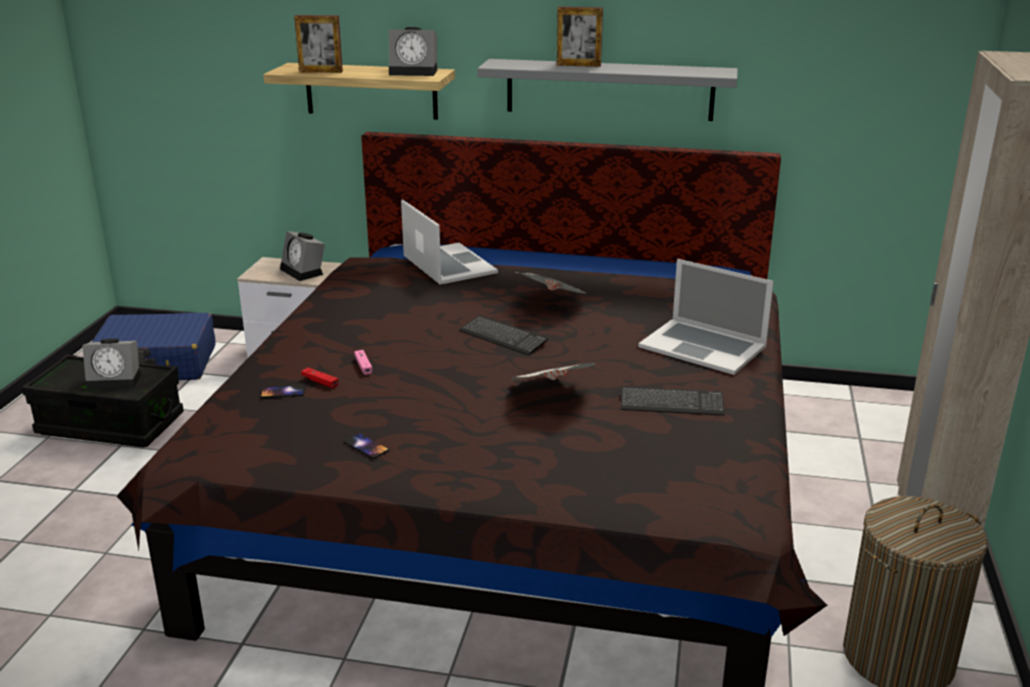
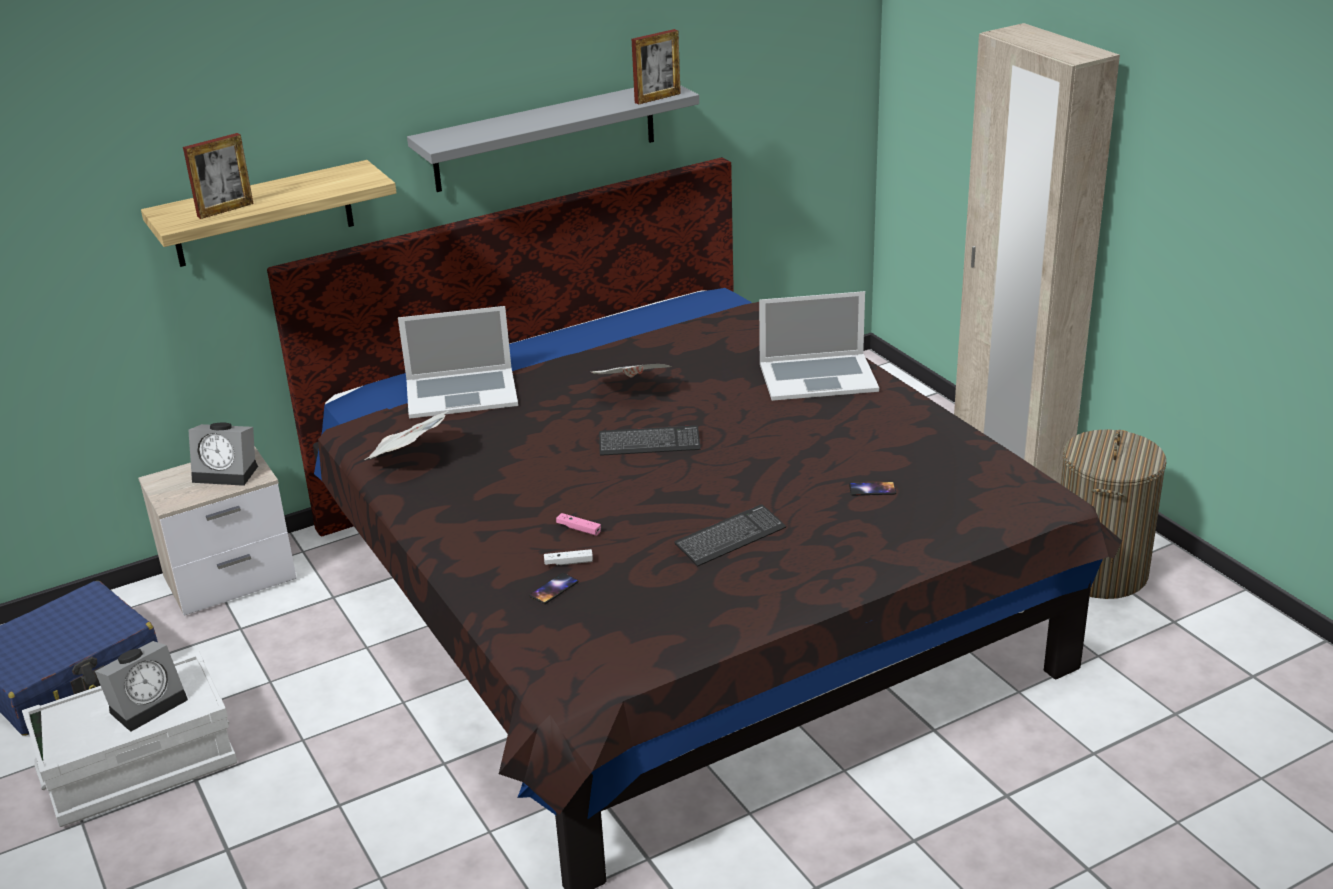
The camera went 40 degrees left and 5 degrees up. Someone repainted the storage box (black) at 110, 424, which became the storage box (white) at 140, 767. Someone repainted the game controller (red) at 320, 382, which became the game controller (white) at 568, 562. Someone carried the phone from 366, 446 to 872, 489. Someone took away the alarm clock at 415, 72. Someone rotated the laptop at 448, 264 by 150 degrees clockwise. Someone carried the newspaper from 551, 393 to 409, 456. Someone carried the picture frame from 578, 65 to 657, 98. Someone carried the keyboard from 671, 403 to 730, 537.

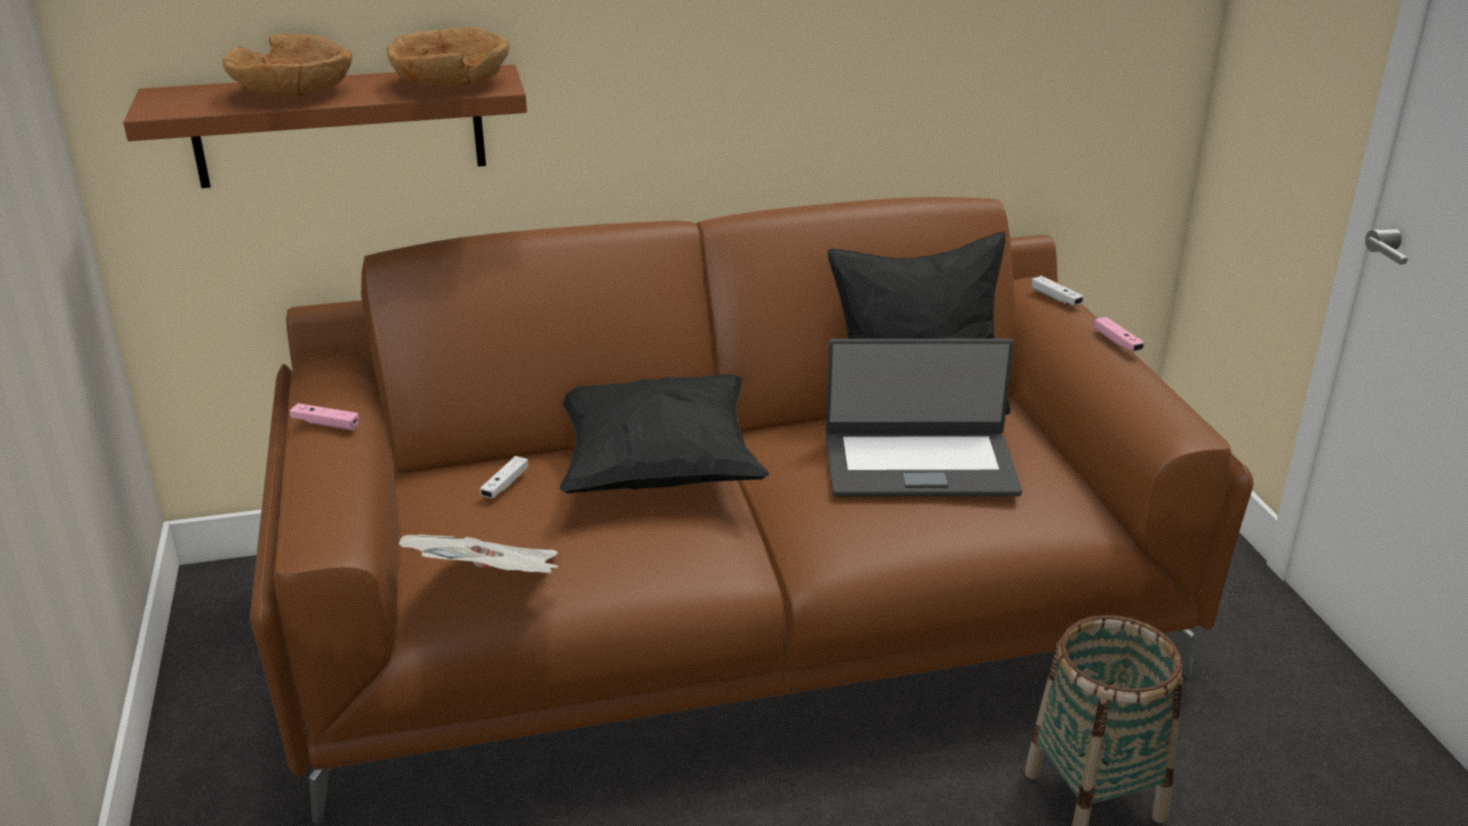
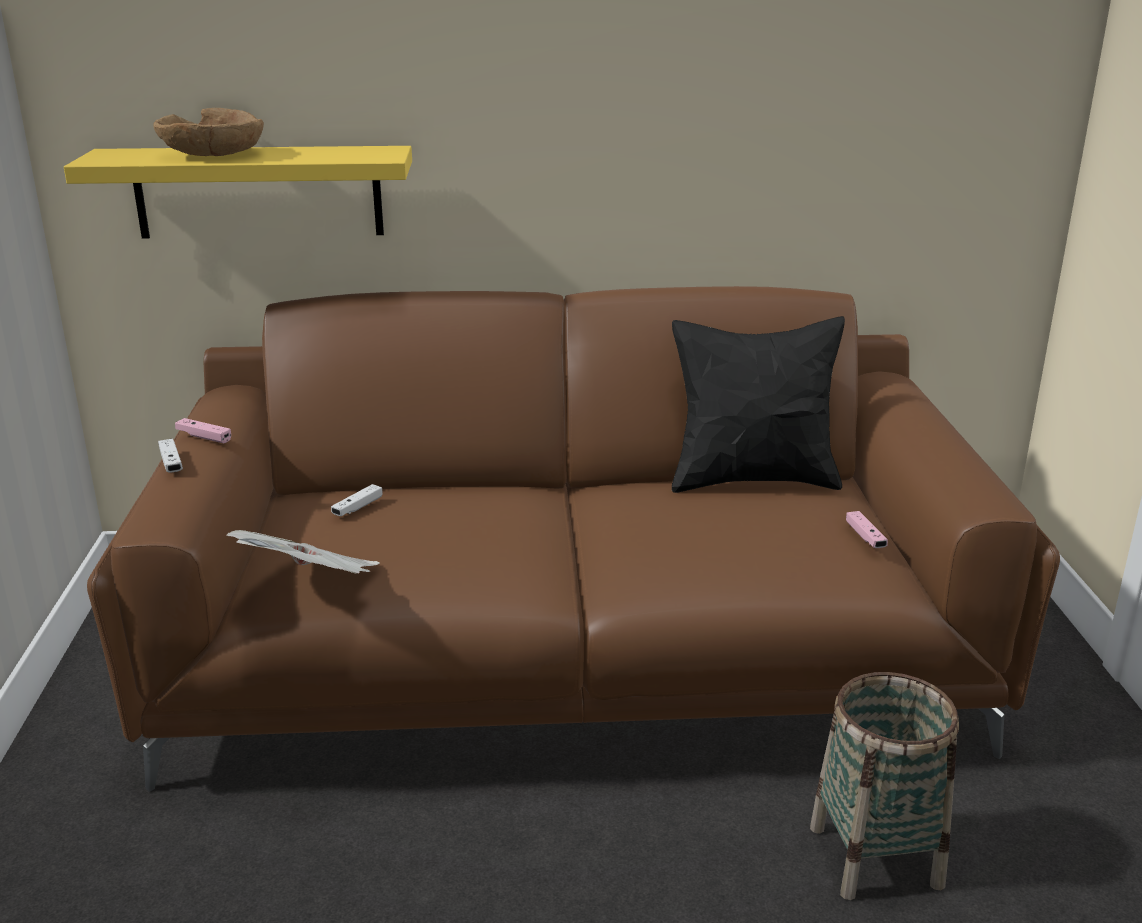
The camera went 10 degrees right and 5 degrees down. Someone repainted the shelf (brown) at 339, 126, which became the shelf (yellow) at 258, 192. Someone took away the bowl (brown) at 450, 83. Someone took away the pillow (black) at 658, 470. Someone took away the laptop at 919, 464. Someone carried the game controller (white) from 1056, 298 to 171, 463. Someone carried the game controller (pink) from 1117, 342 to 865, 537.

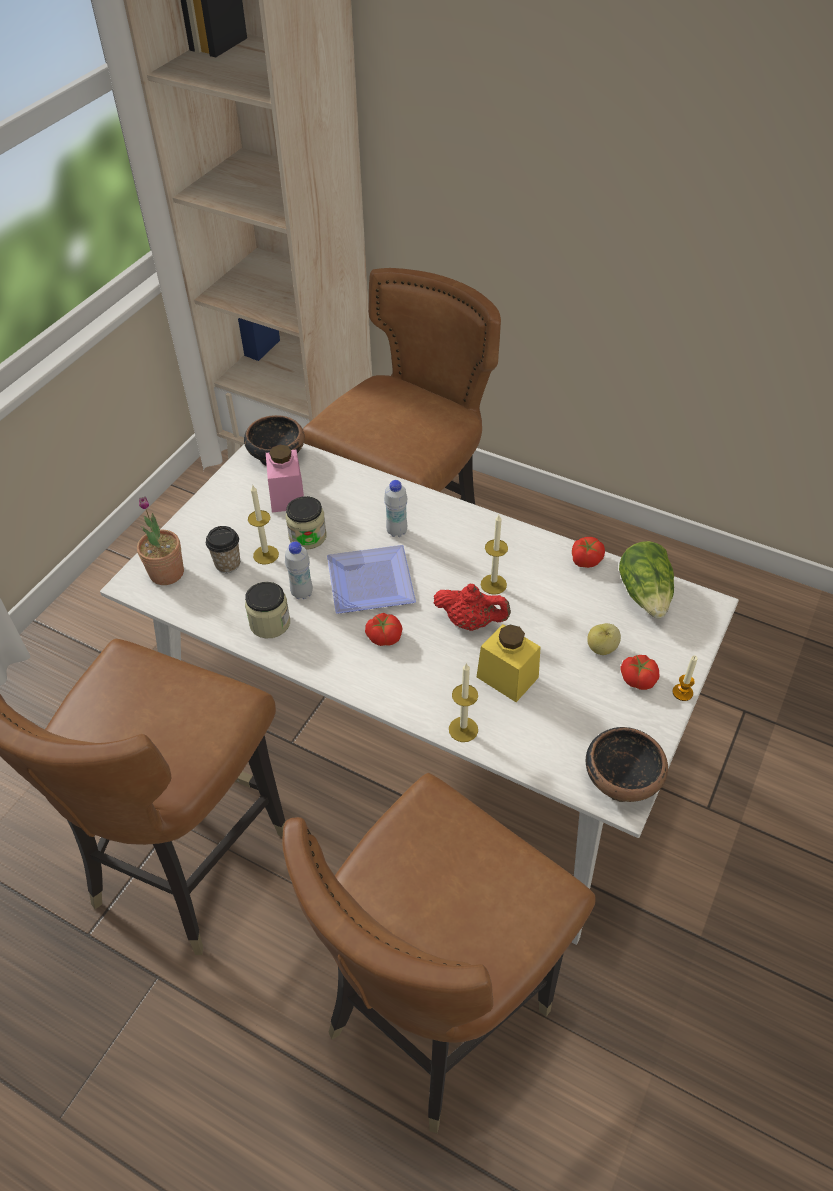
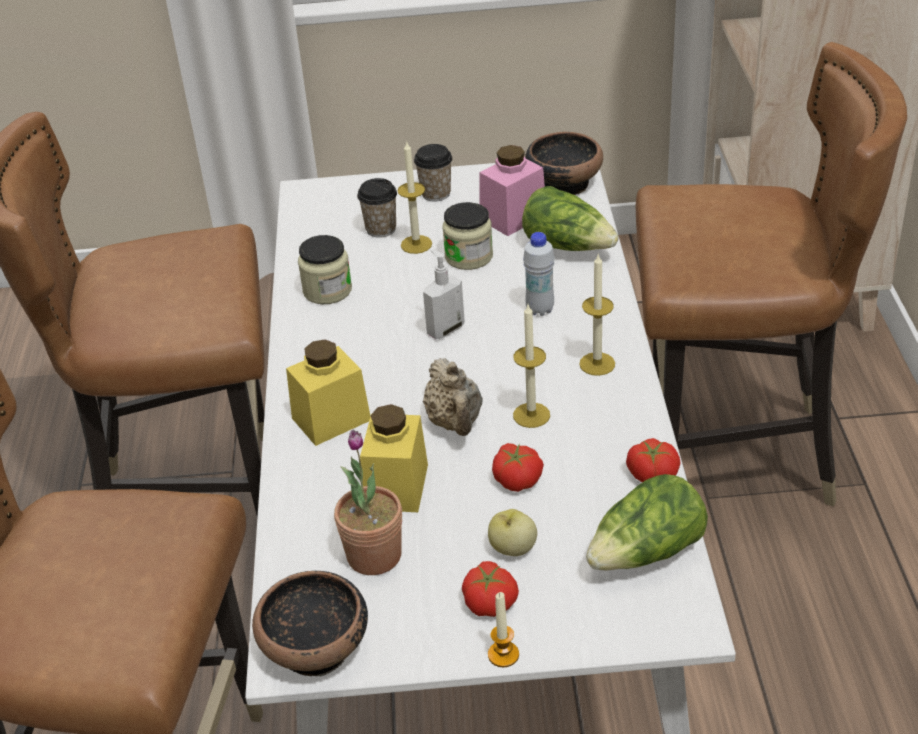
The camera went 60 degrees right and 10 degrees down. Someone carried the potted plant from 166, 573 to 374, 555. Someone took away the bottle (white) at 302, 593. Someone swapped the plate at 374, 584 for the soap dispenser at 445, 329. Someone carried the tomato from 384, 636 to 518, 479. Someone repainted the teapot (red) at 471, 622, which became the teapot (beige) at 455, 423. Someone carried the candle from 463, 729 to 597, 364. Someone put down the jar (yellow) at 331, 419. Someone put down the cup at 436, 193. Someone put down the lettuce at 568, 246.

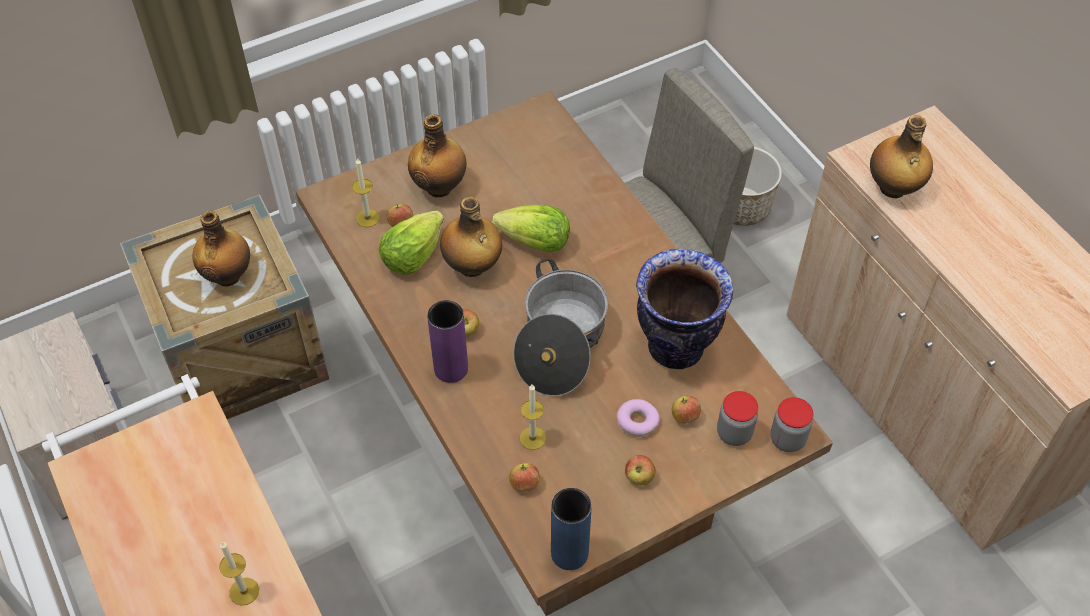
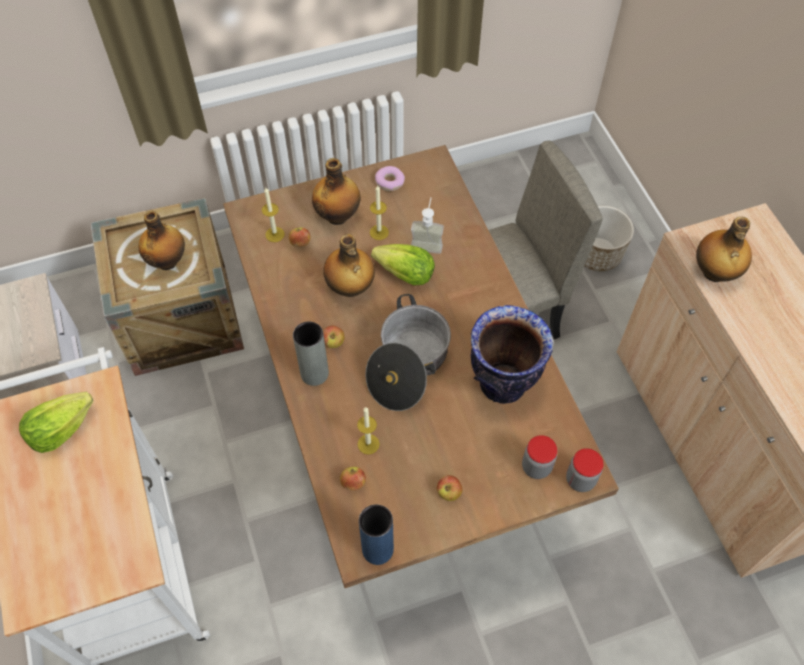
The camera went 10 degrees right and 5 degrees up. Someone carried the candle from 244, 591 to 379, 232. Someone carried the lettuce from 412, 256 to 60, 430. Someone repainted the vase (purple) at 451, 369, which became the vase (grey) at 314, 373. Someone carried the donut from 637, 422 to 389, 182. Someone took away the apple at 684, 417. Someone put down the soap dispenser at 427, 242.

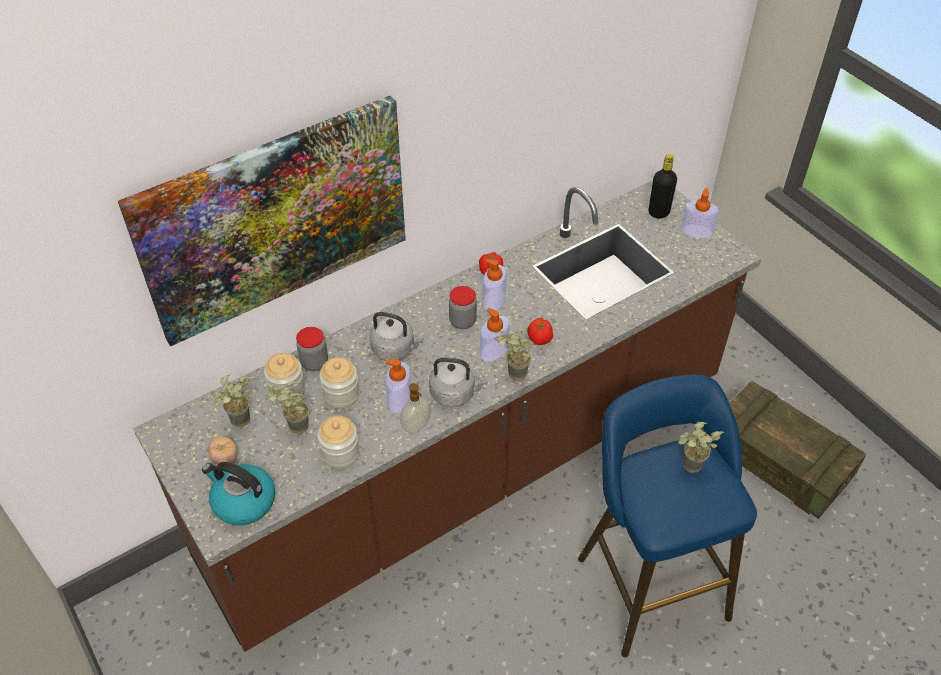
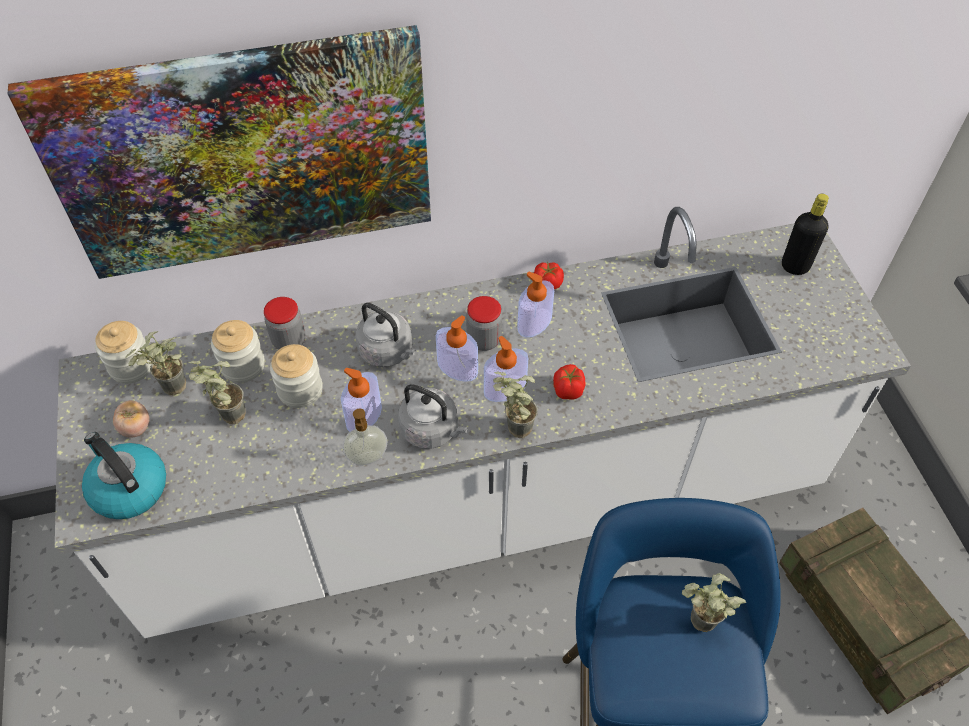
The camera went 20 degrees right and 5 degrees up. Someone repainted the counter (brown) at 470, 468, which became the counter (white) at 483, 504. Someone carried the jar from 340, 453 to 131, 366. Someone carried the soap dispenser from 696, 231 to 457, 368.

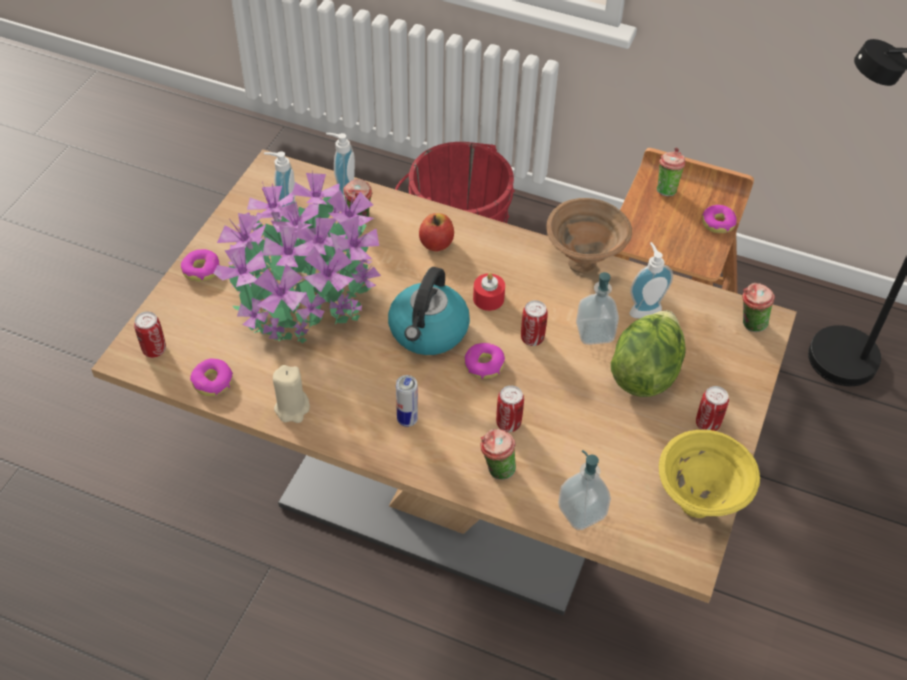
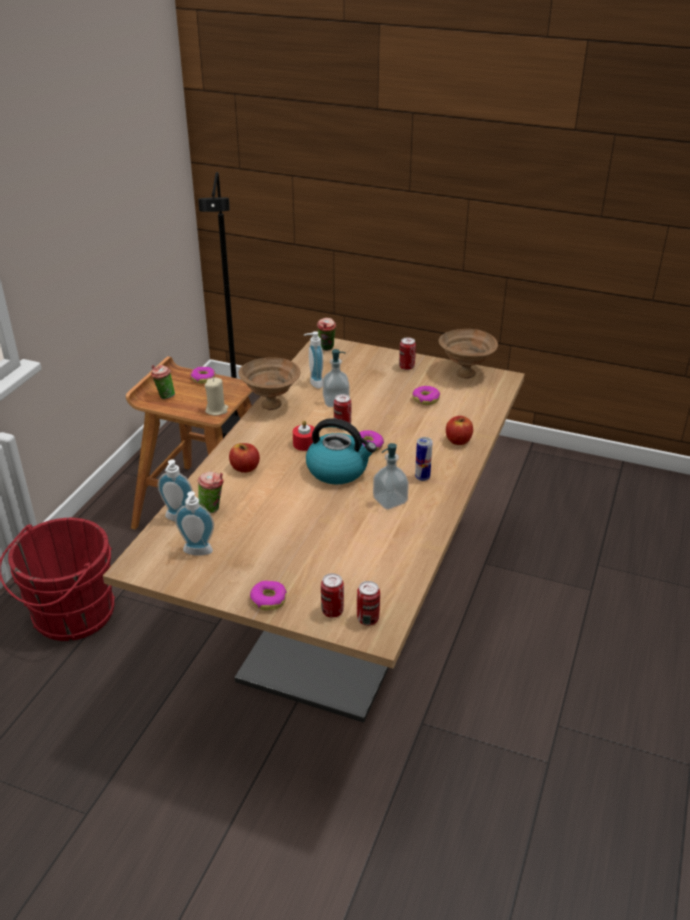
The camera went 90 degrees left and 15 degrees down. Someone carried the donut from 212, 382 to 426, 399. Someone took away the potted plant at 302, 296. Someone carried the candle (beige) from 292, 408 to 217, 410. Someone swapped the cup at 496, 471 for the apple at 458, 440. Someone carried the can from 508, 423 to 332, 611. Someone carried the soap dispenser from 581, 512 to 390, 501. Someone took away the lettuce at 645, 372. Someone repainted the bowl (yellow) at 698, 502, which became the bowl (brown) at 464, 373.

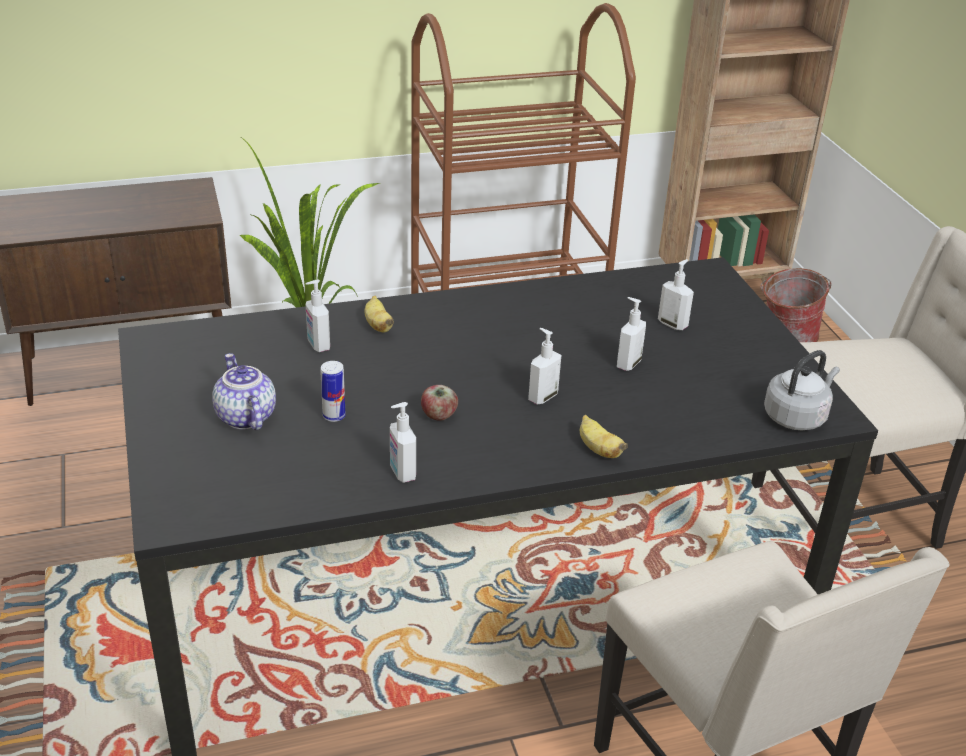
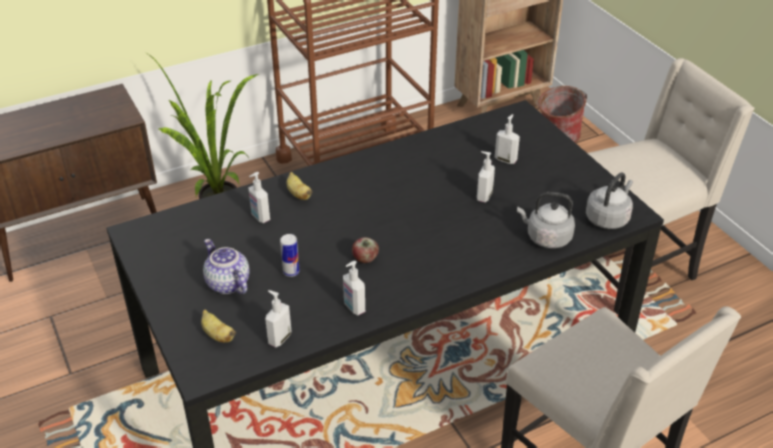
The camera went 10 degrees left and 5 degrees up. Someone carried the soap dispenser from 542, 397 to 279, 338. Someone carried the banana from 598, 449 to 217, 335. Someone put down the kettle (grey) at 546, 237.

